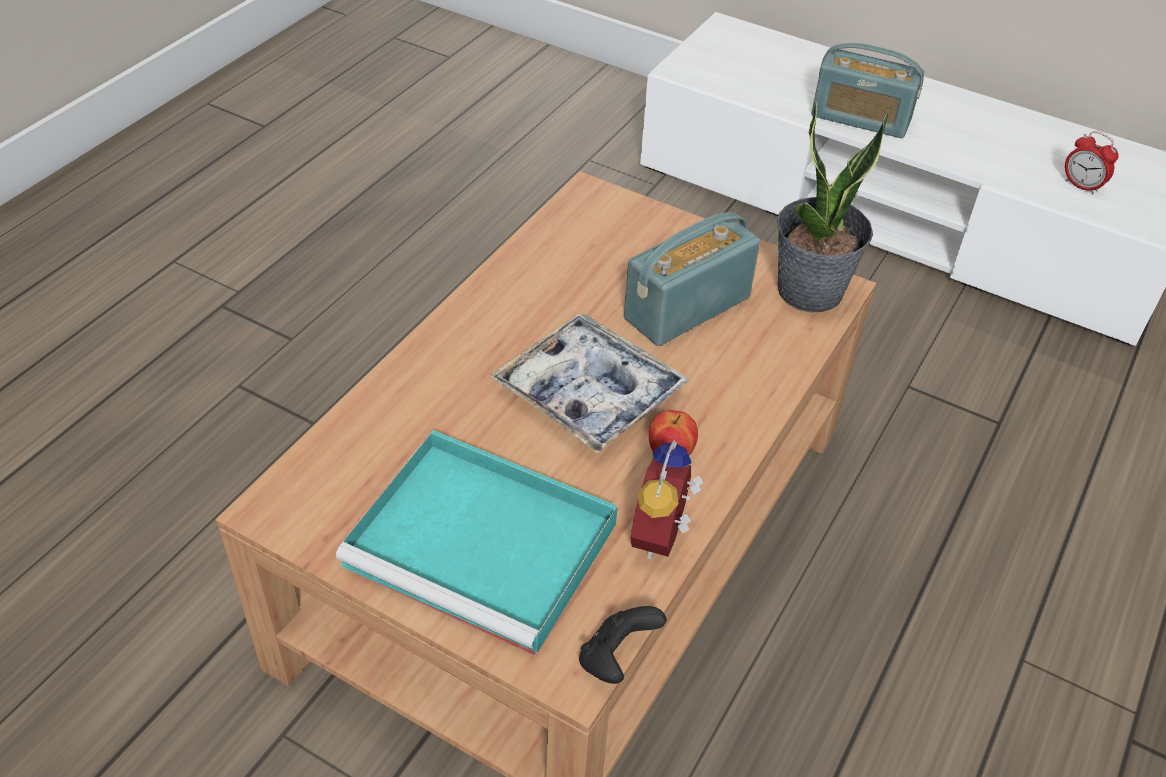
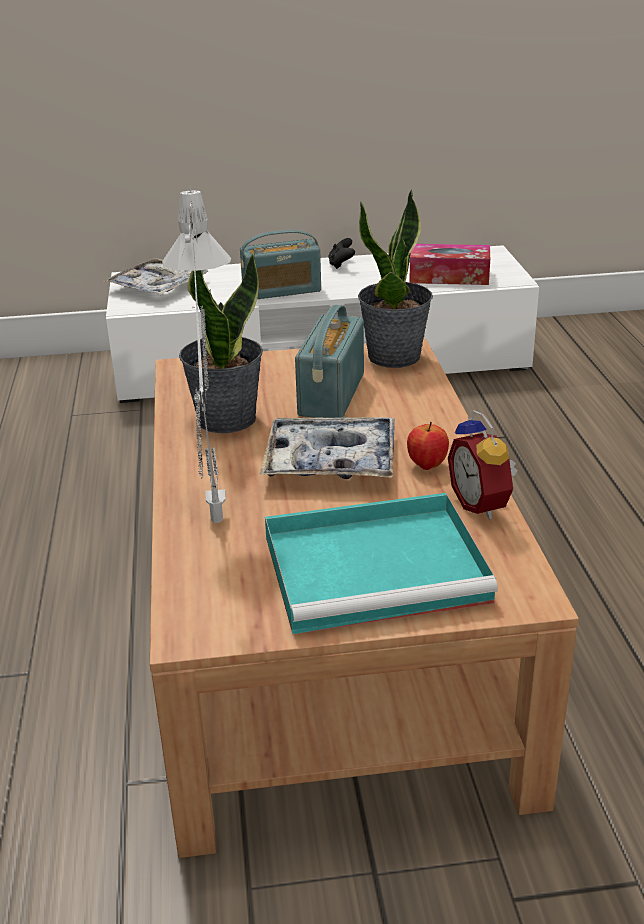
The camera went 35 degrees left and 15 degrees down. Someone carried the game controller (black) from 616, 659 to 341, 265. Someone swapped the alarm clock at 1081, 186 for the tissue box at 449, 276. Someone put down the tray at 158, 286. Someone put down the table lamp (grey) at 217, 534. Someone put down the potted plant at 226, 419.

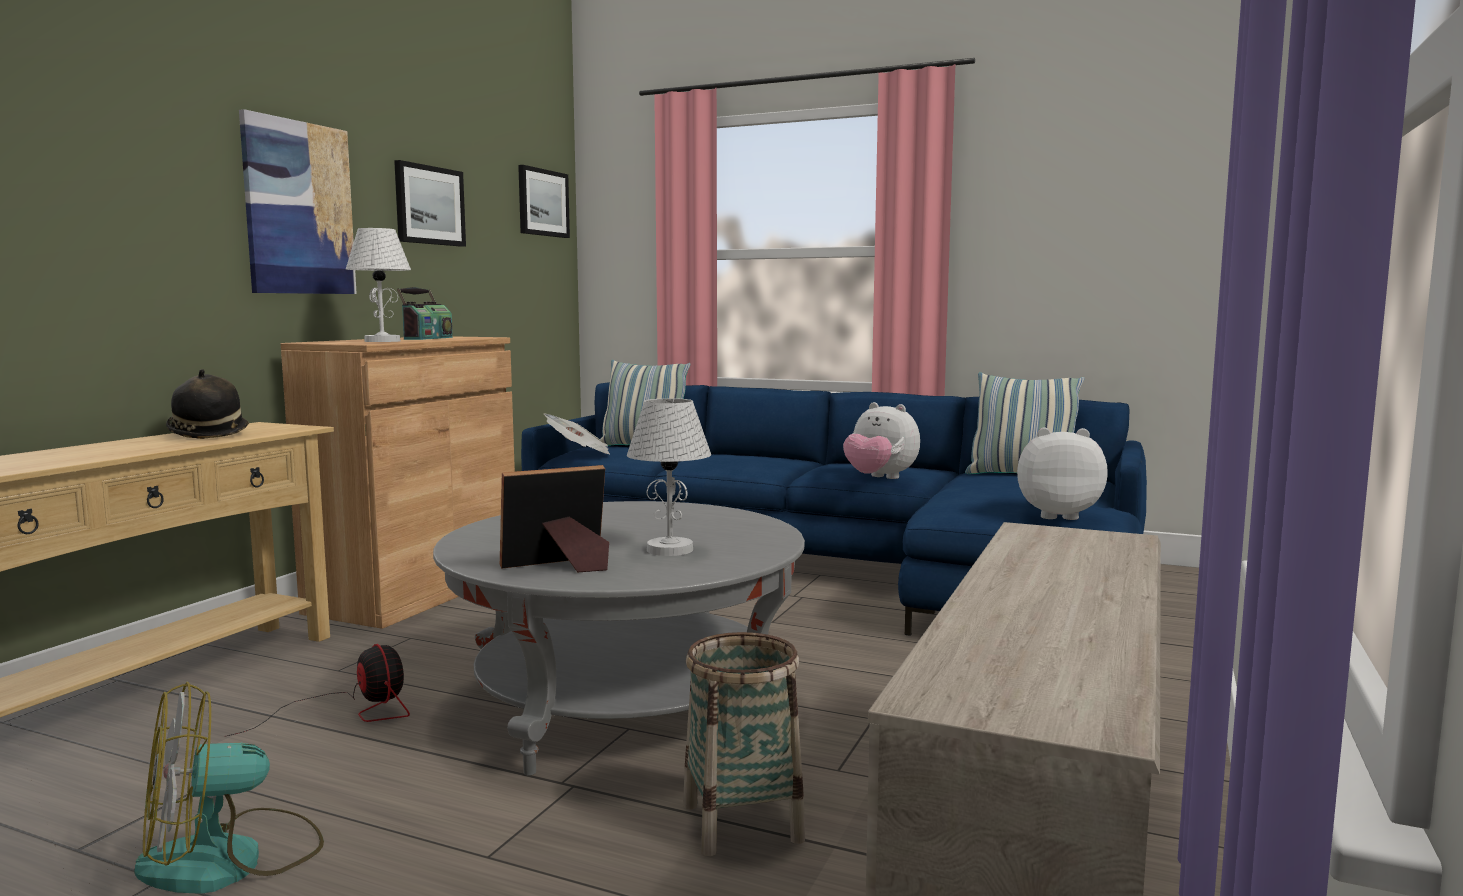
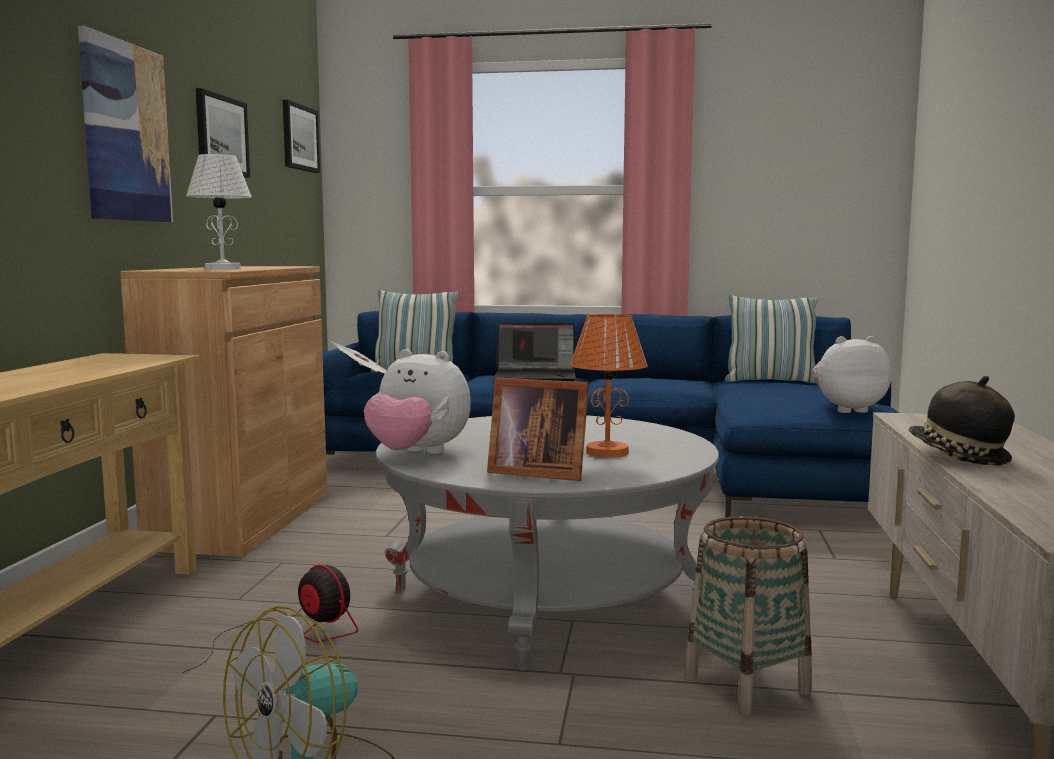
The camera went 15 degrees left and 0 degrees up. Someone carried the hat from 208, 434 to 957, 456. Someone took away the radio at 427, 338. Someone rotated the picture frame at 560, 566 by 120 degrees counterclockwise. Someone repainted the table lamp (white) at 670, 549, which became the table lamp (orange) at 607, 452. Someone carried the plush toy from 879, 478 to 417, 454. Someone put down the laptop at 536, 377.

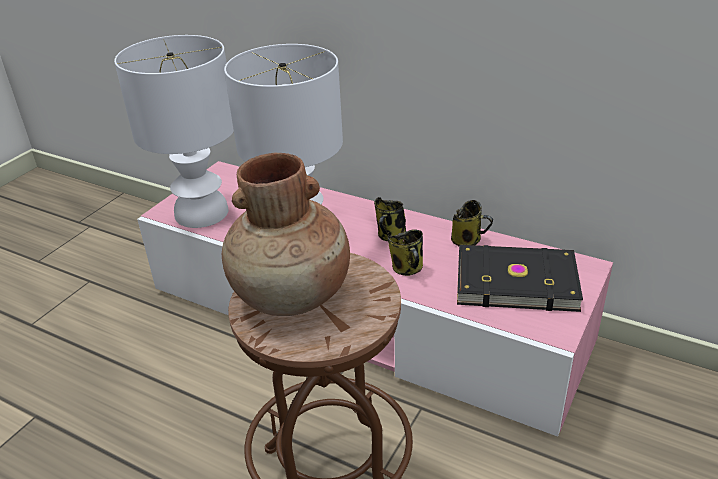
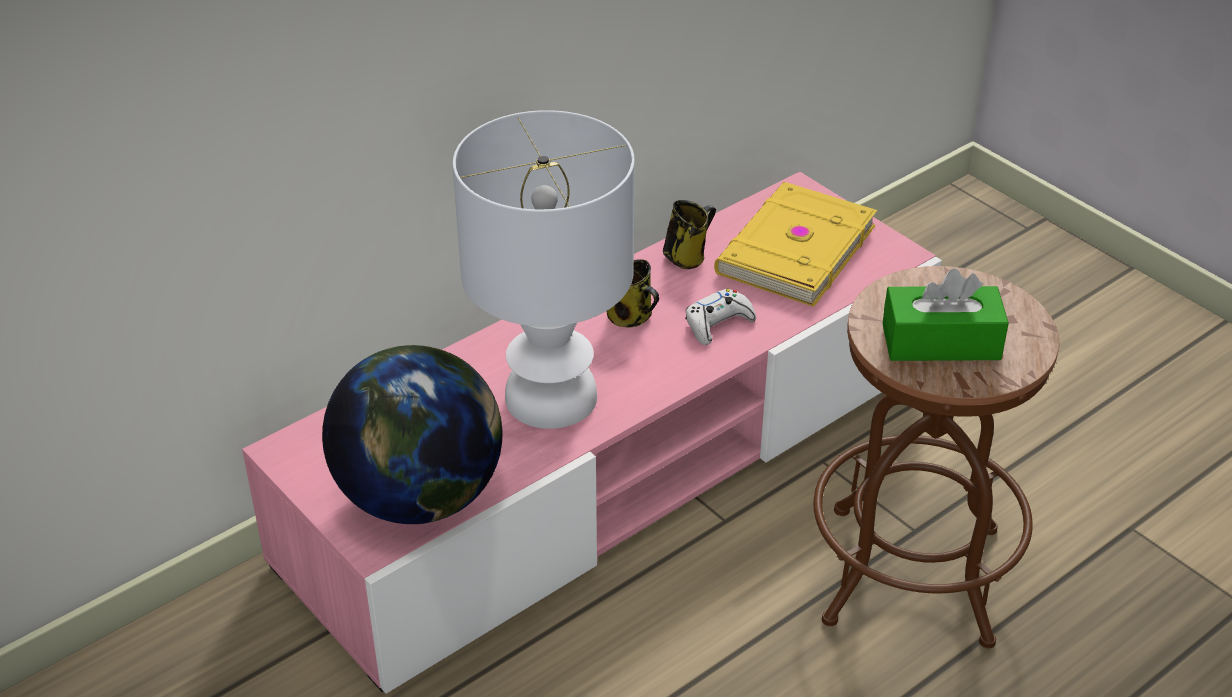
The camera went 70 degrees left and 5 degrees up. Someone swapped the table lamp (white) at 202, 213 for the globe at 420, 496. Someone swapped the vase (brown) at 293, 296 for the tissue box (green) at 941, 342. Someone swapped the mug at 408, 269 for the game controller (white) at 718, 323. Someone repainted the book (black) at 515, 280, which became the book (yellow) at 792, 249.

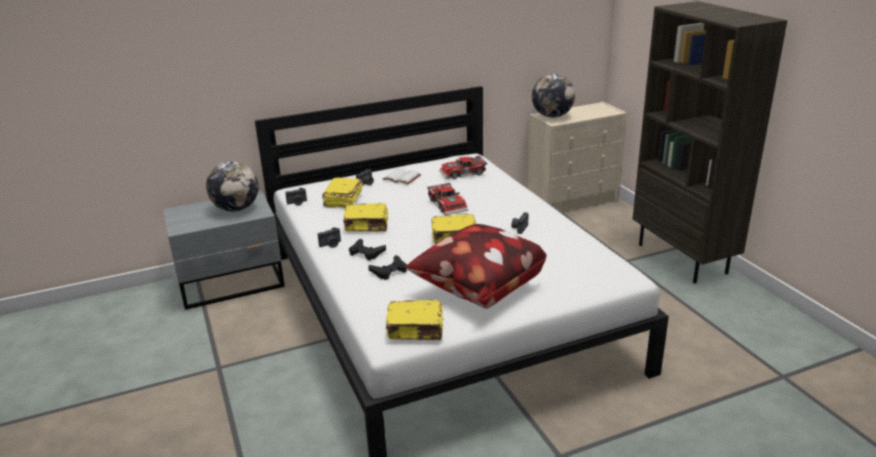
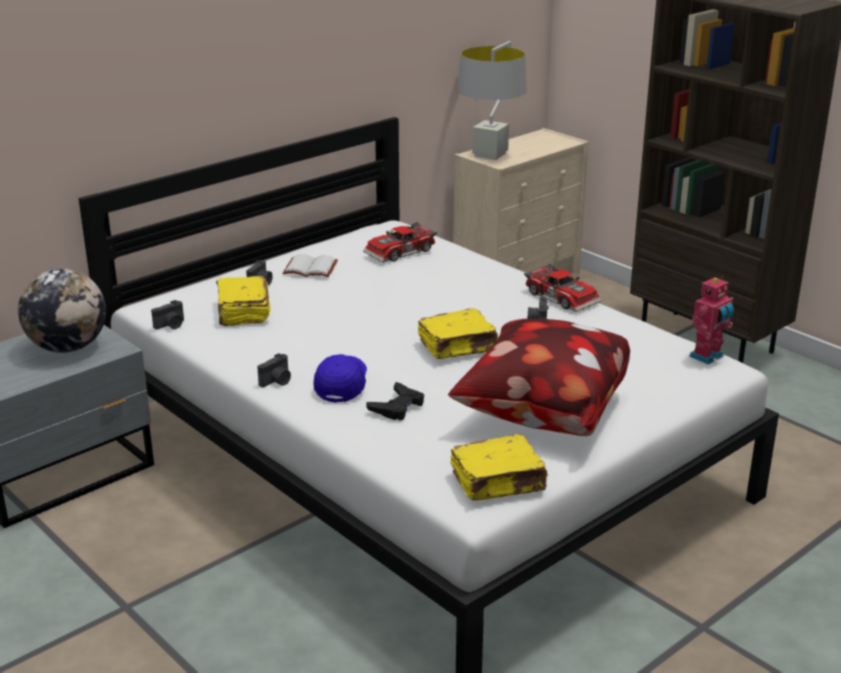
The camera went 20 degrees left and 0 degrees up. Someone took away the book (yellow) at 367, 226. Someone swapped the game controller (black) at 366, 252 for the cap (blue) at 342, 386. Someone carried the toy car from 448, 204 to 563, 296. Someone swapped the globe at 552, 116 for the table lamp (grey) at 490, 155. Someone put down the toy robot at 708, 357.

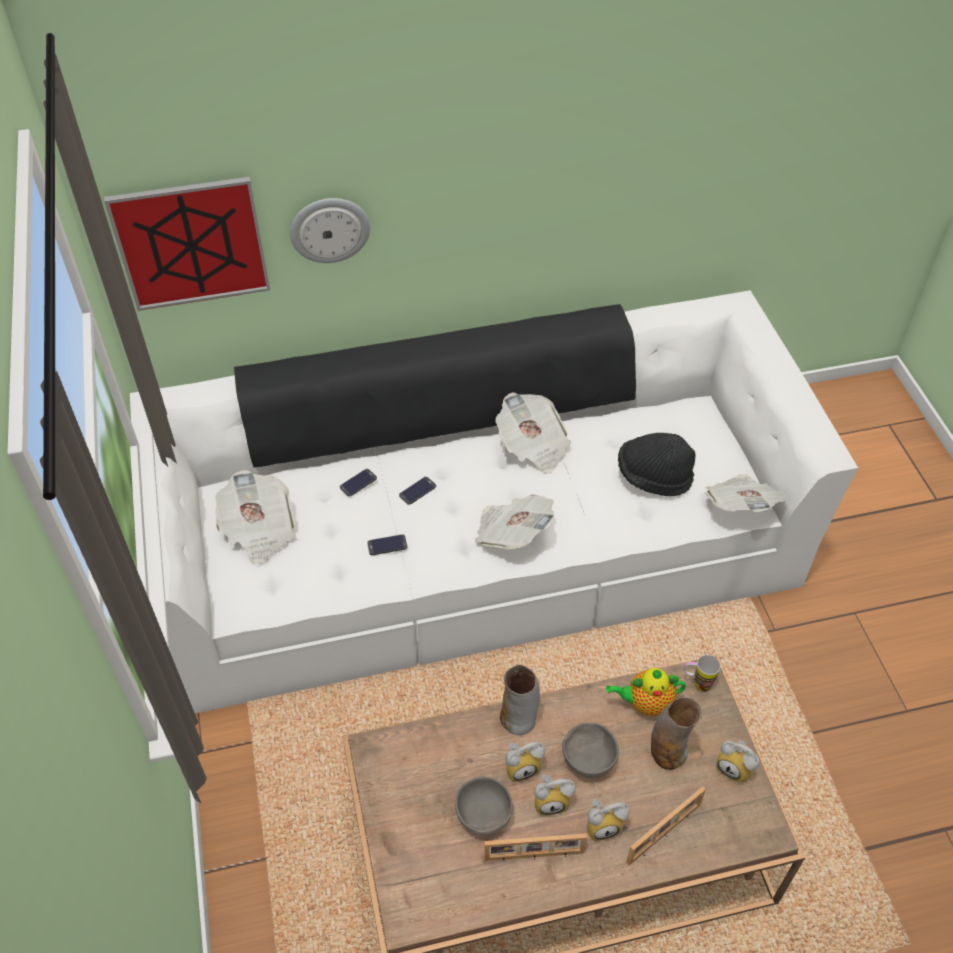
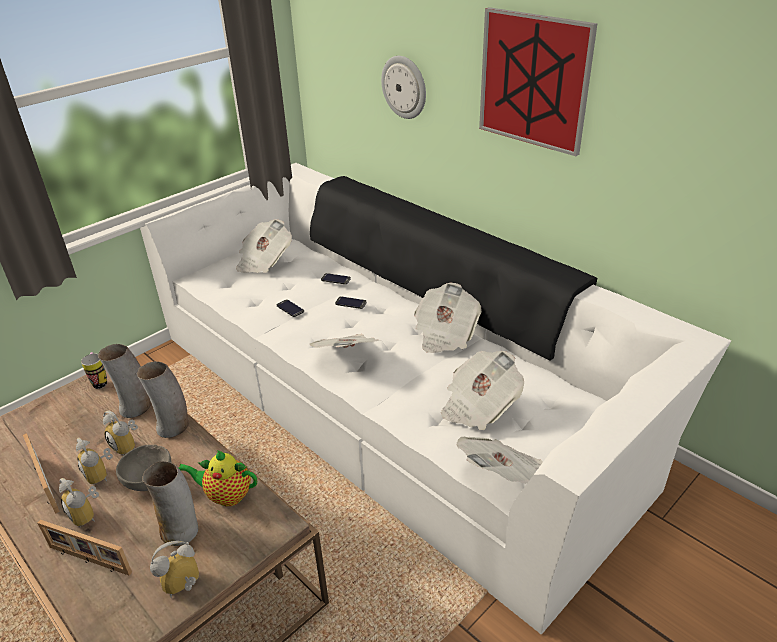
The camera went 60 degrees right and 15 degrees down. Someone carried the picture from 191, 243 to 534, 80. Someone took away the bowl (grey) at 483, 817. Someone rotated the teapot at 646, 703 by 45 degrees counterclockwise. Someone swapped the hat (black) at 653, 476 for the newspaper at 479, 406. Someone carried the mug from 696, 683 to 100, 381. Someone rotated the alarm clock at 735, 767 by 45 degrees clockwise. Someone put down the vase at 136, 408.

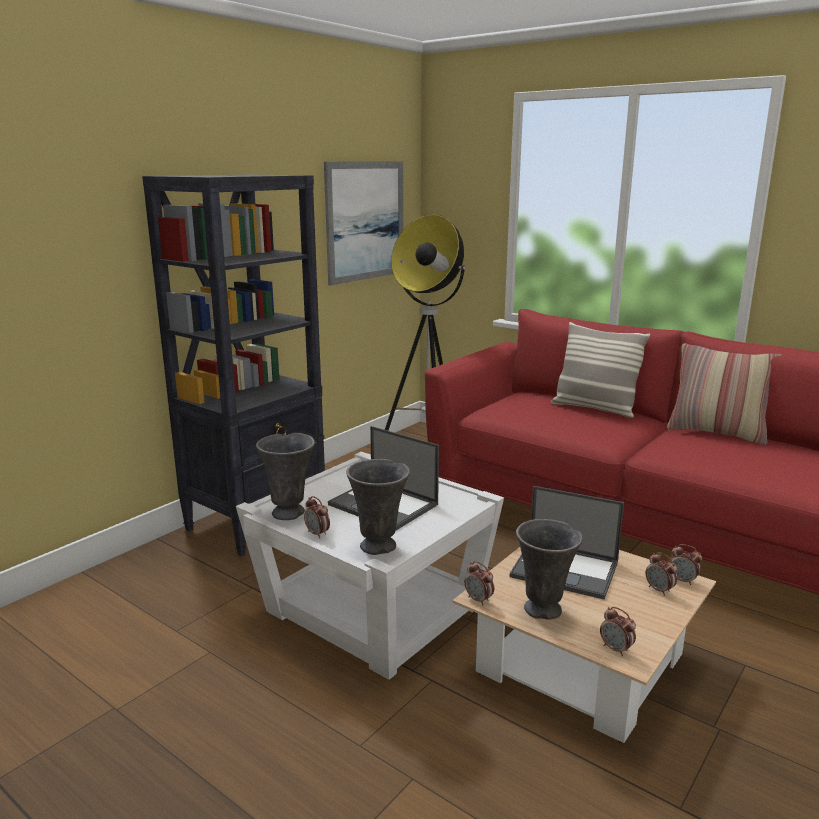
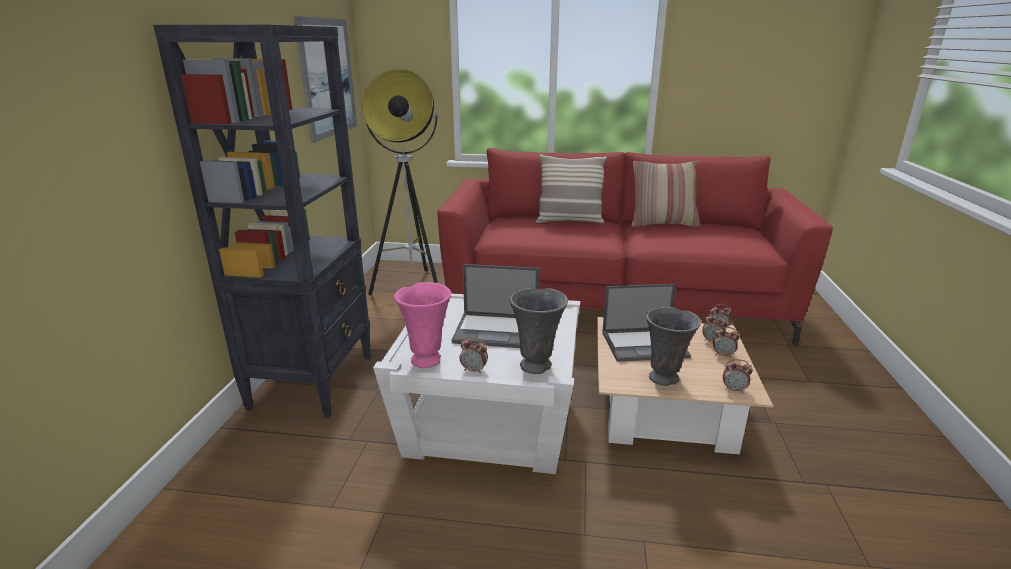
The camera went 30 degrees left and 5 degrees up. Someone repainted the vase (grey) at 290, 513, which became the vase (pink) at 427, 359. Someone carried the alarm clock from 479, 600 to 723, 355.

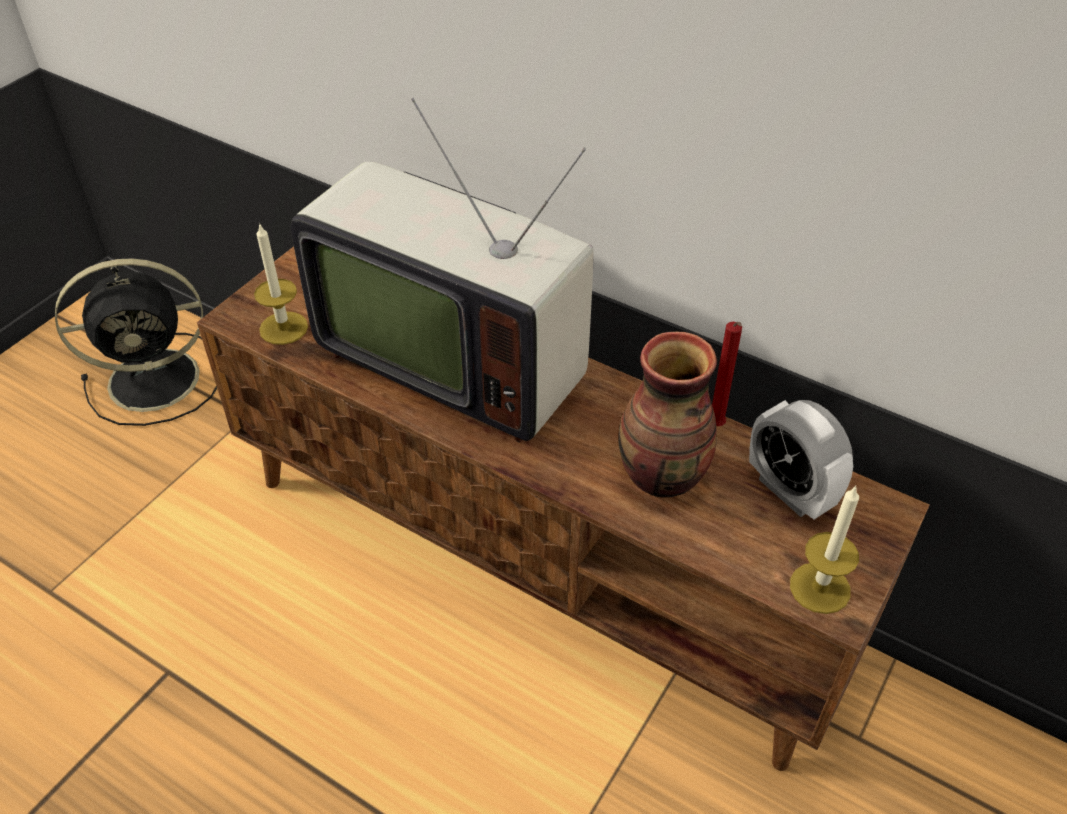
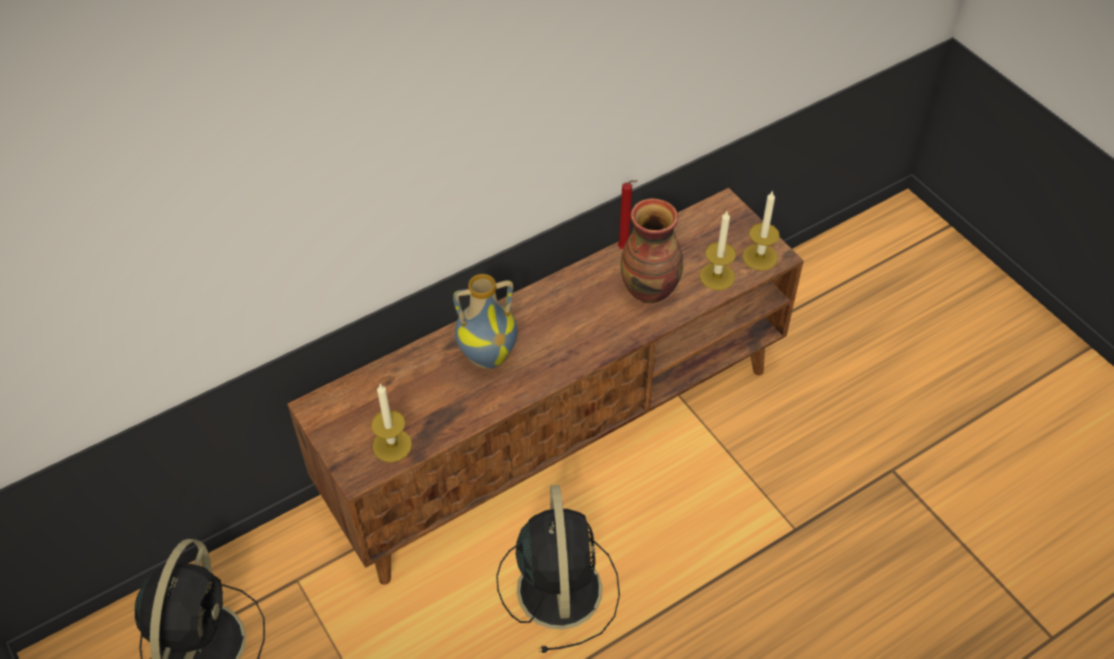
The camera went 65 degrees left and 5 degrees up. Someone swapped the television at 454, 358 for the vase at 488, 355. Someone took away the alarm clock at 790, 491. Someone put down the fan (black) at 559, 586. Someone put down the candle at 717, 276.

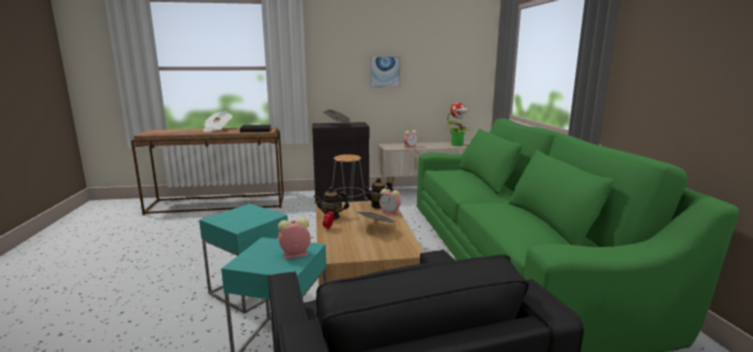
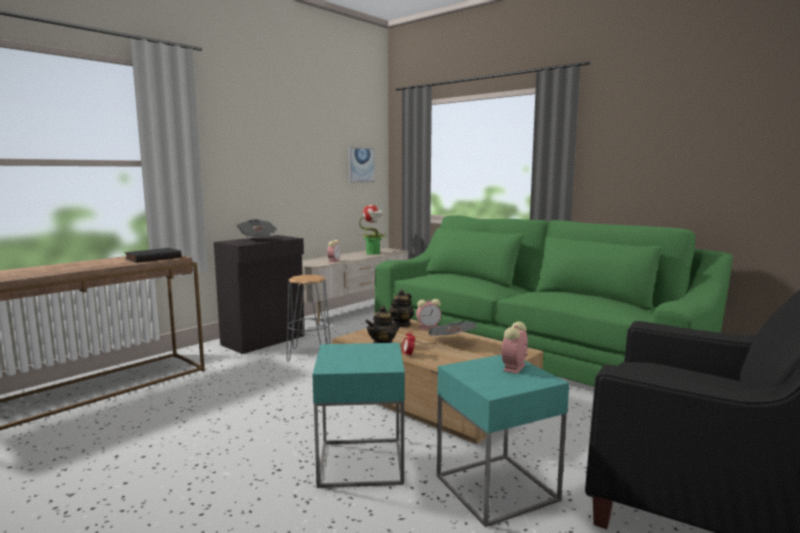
The camera went 40 degrees left and 5 degrees down. Someone took away the newspaper at 217, 129. Someone carried the picture from 384, 71 to 360, 165.

